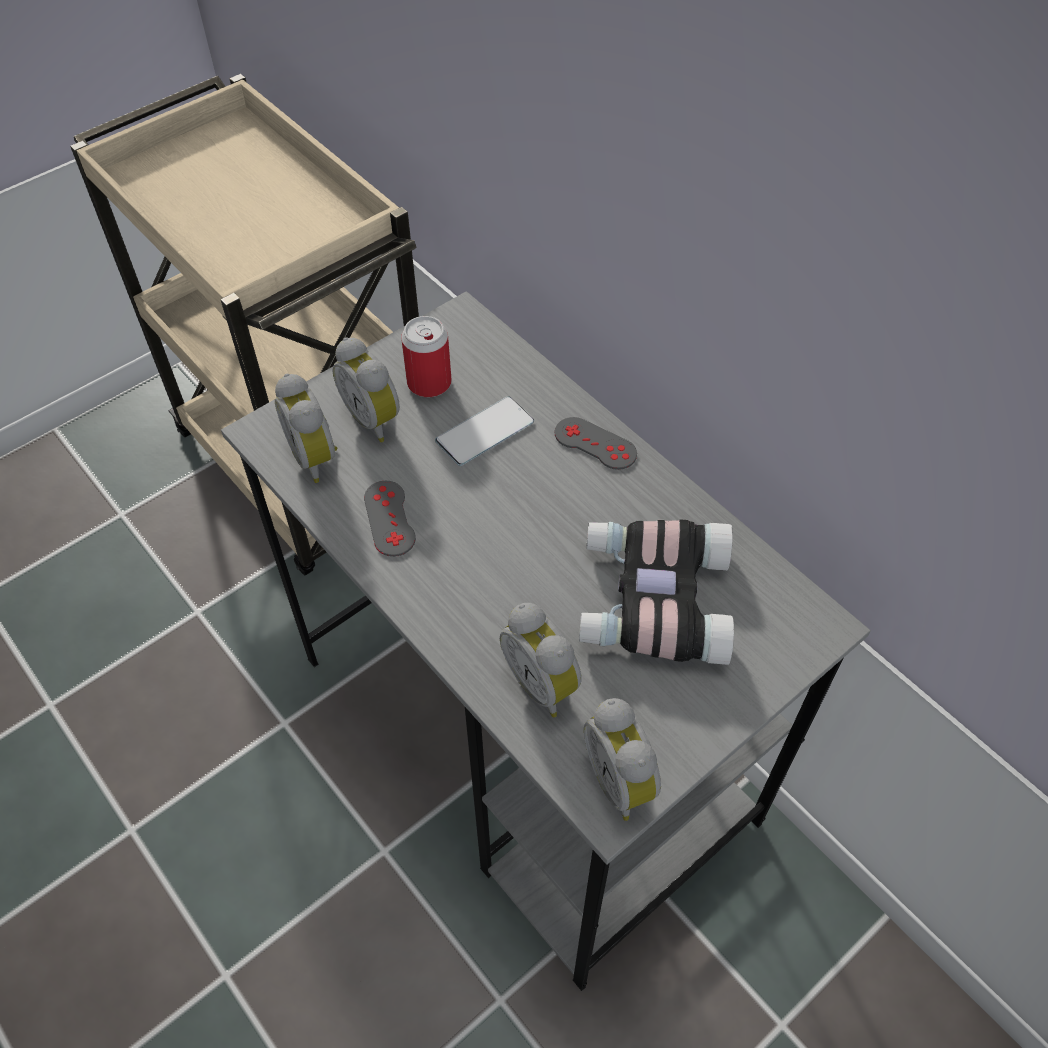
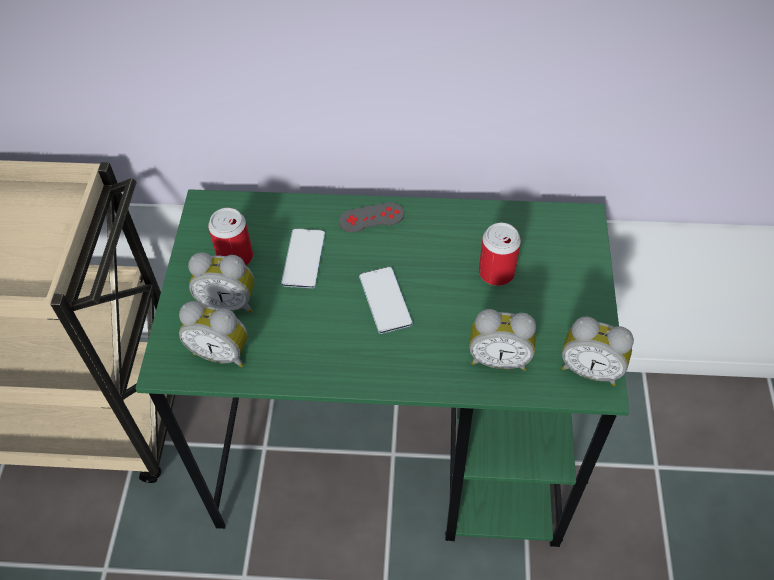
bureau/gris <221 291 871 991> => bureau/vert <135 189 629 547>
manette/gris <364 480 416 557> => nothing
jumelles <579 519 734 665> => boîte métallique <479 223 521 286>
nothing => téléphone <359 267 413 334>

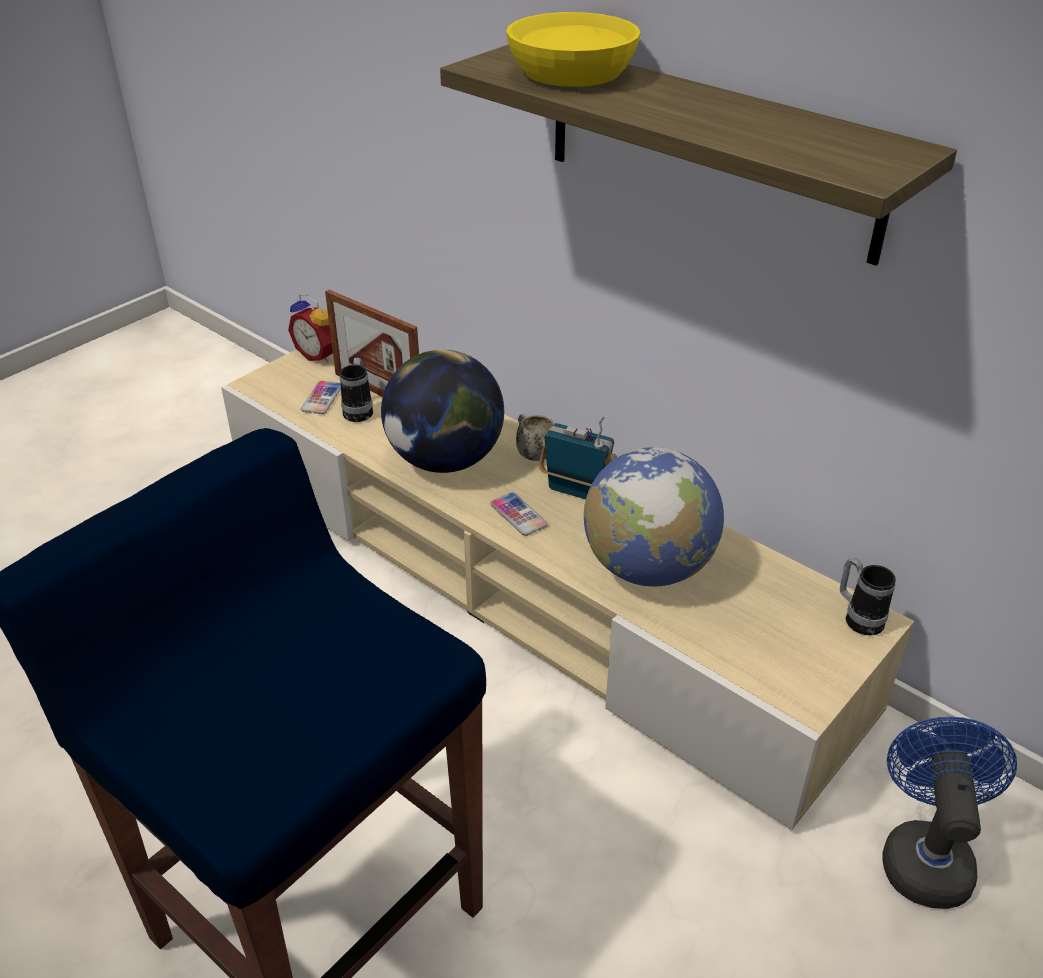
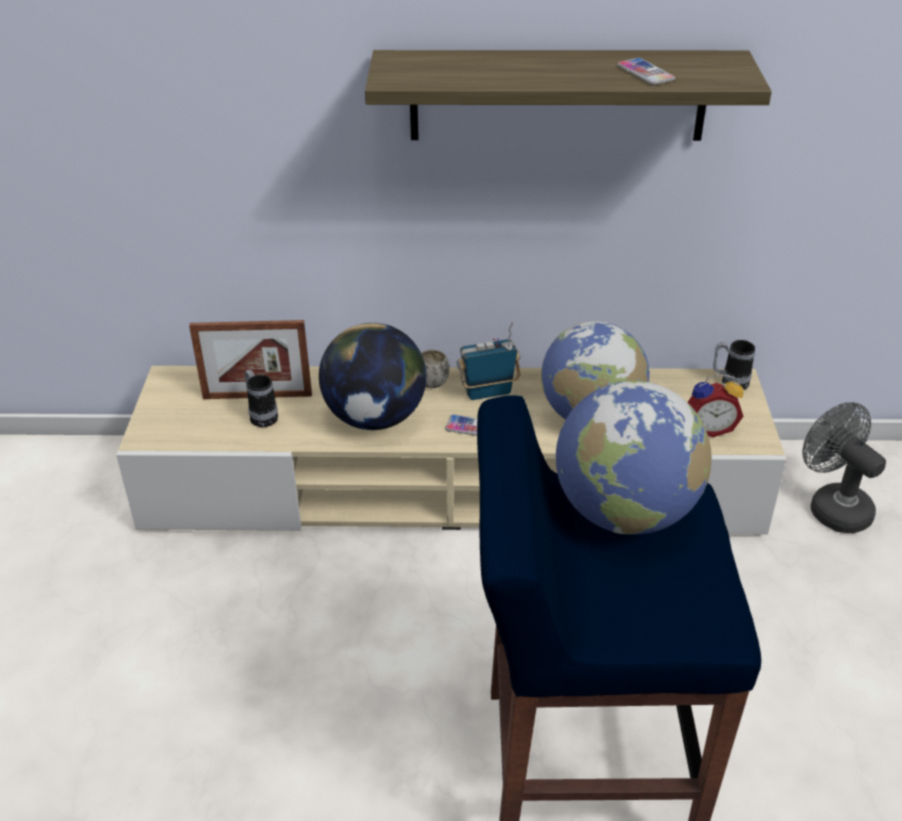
bol/jaune <506 12 641 87> => nothing
réveil <288 294 333 362> => réveil <687 374 744 437>, shifted
téléphone <301 381 341 414> => téléphone <617 58 675 85>, shifted
ventilateur/bleu <882 717 1017 909> => ventilateur/gris <802 402 886 533>
nothing => globe <556 381 712 535>

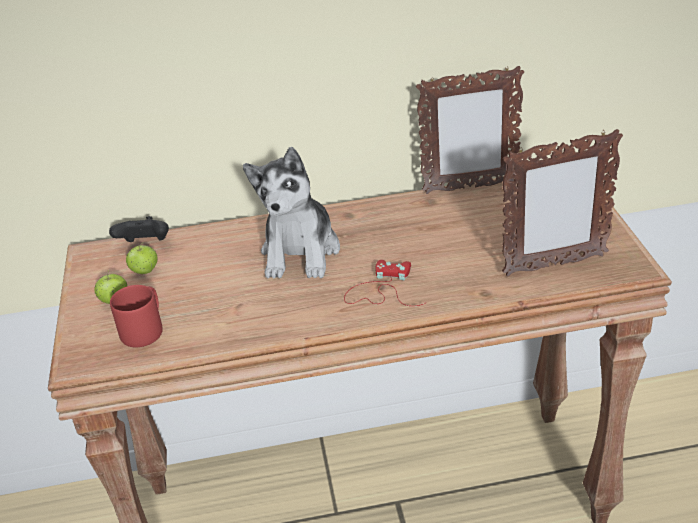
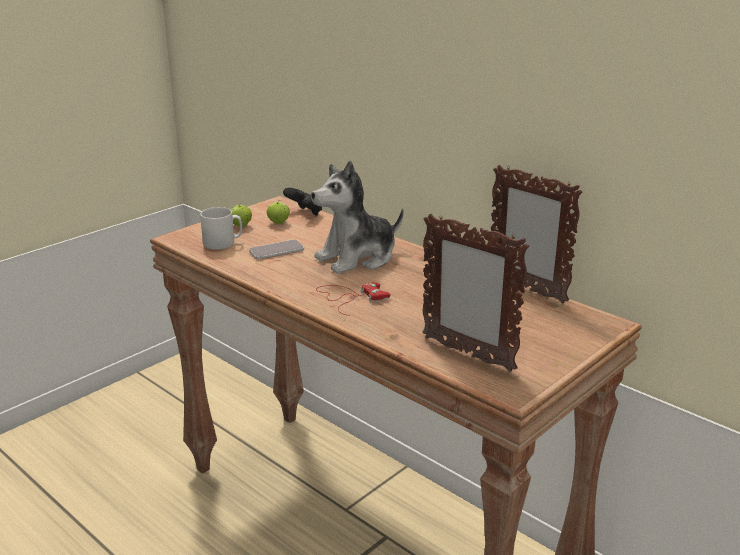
mug/rouge <110 285 163 347> => mug/gris <200 207 242 250>
nothing => téléphone <249 240 304 259>

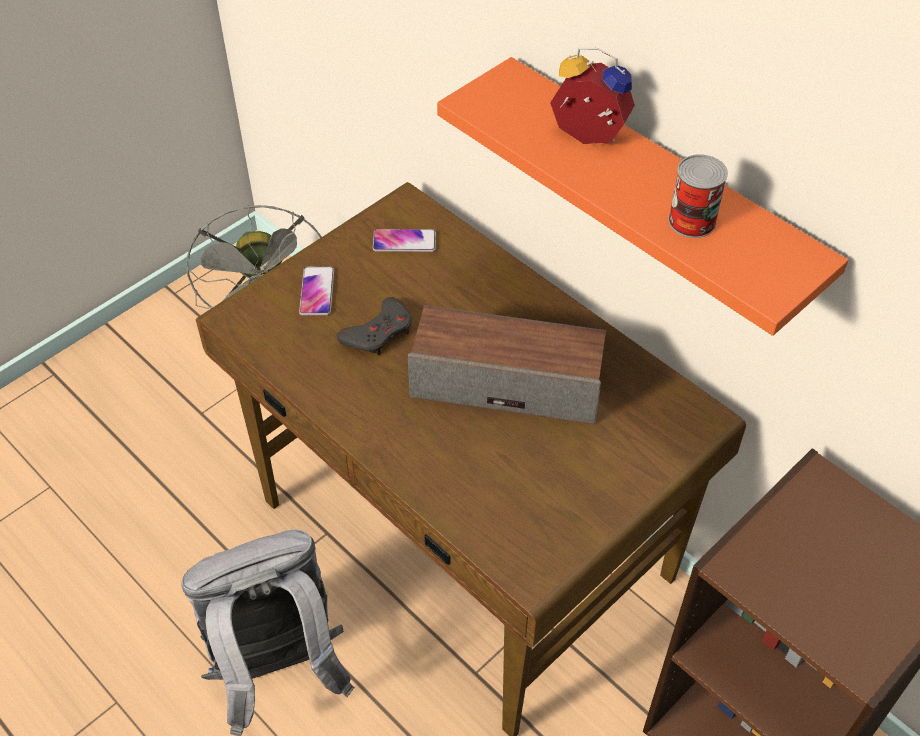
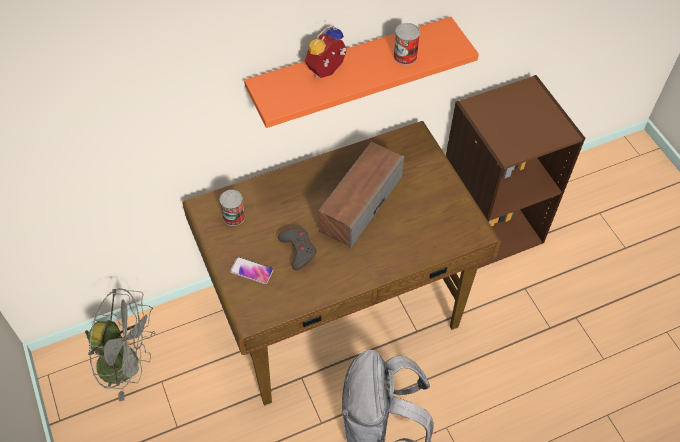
téléphone <373 229 436 252> => boîte métallique <220 190 245 226>

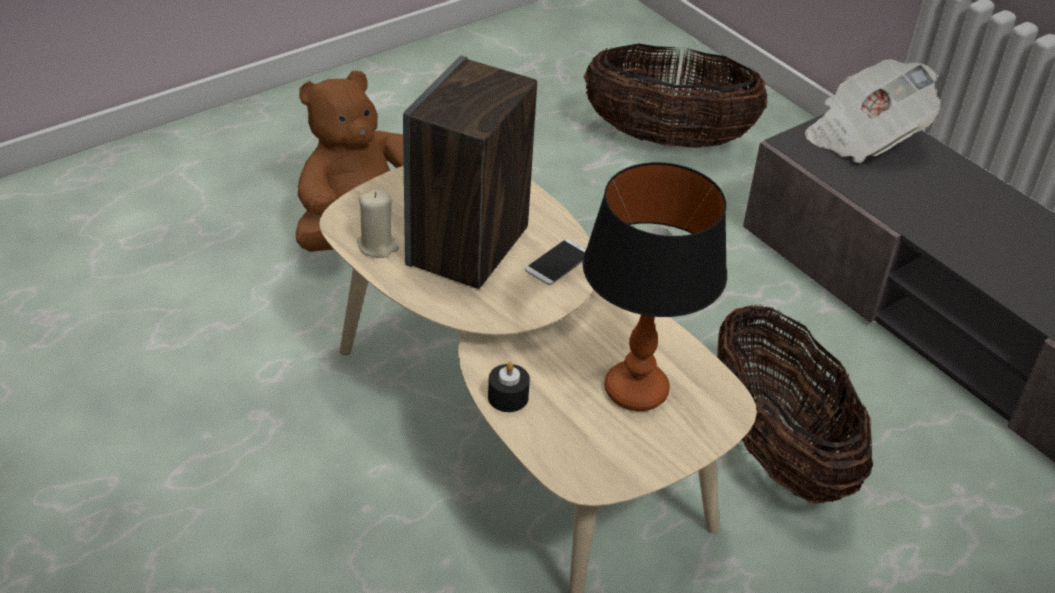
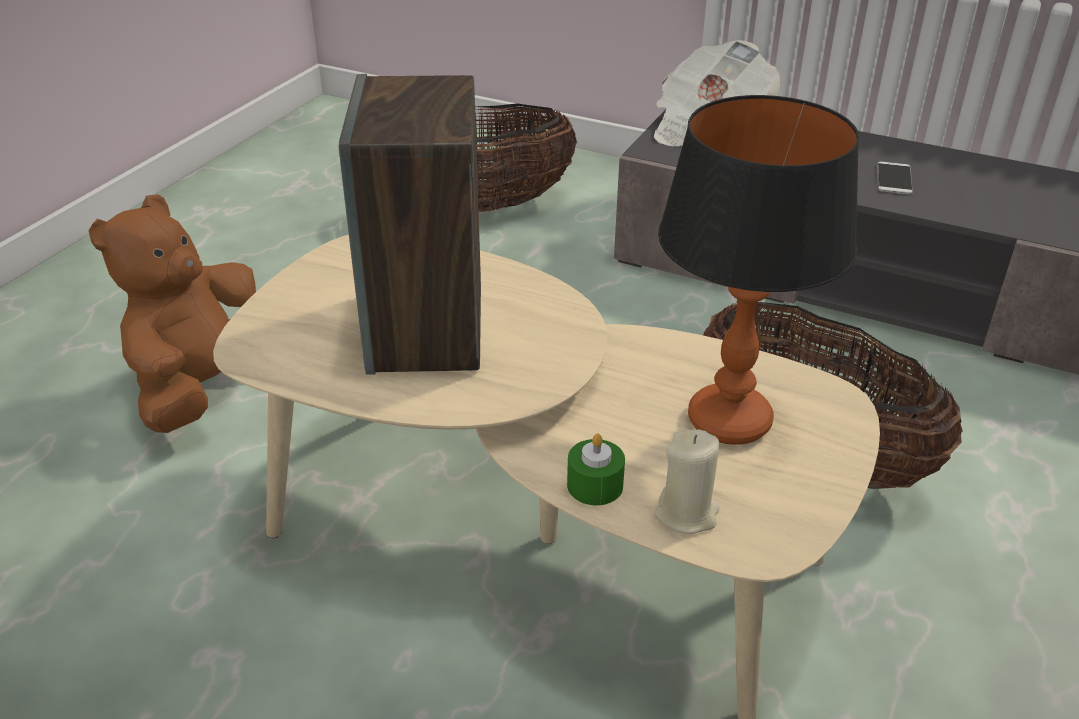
bougie/beige <357 189 399 258> => bougie/beige <655 430 720 534>, shifted
téléphone <525 239 586 285> => téléphone <877 162 913 194>, shifted
bougie/noir <488 362 530 412> => bougie/vert <567 434 625 505>

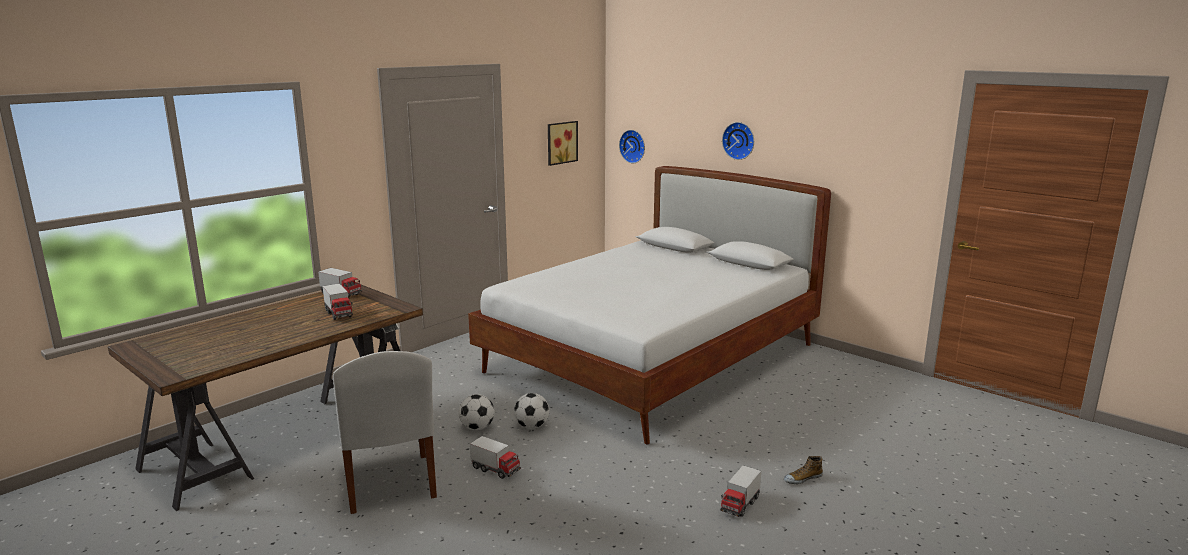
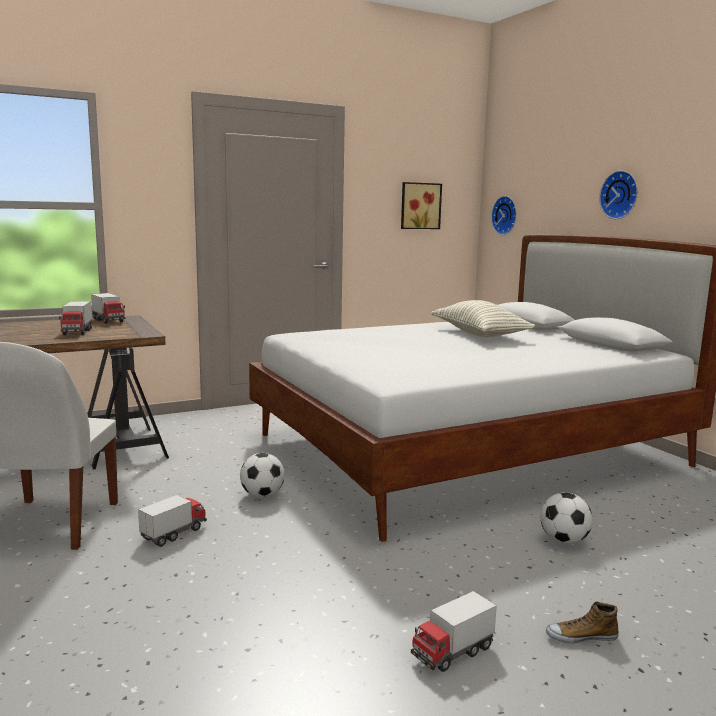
ballon de foot <459 394 495 430> => ballon de foot <540 492 593 544>, shifted
camion jouet <470 436 521 479> => camion jouet <138 495 207 547>, 105 degrees counterclockwise
nothing => coussin <431 300 535 337>

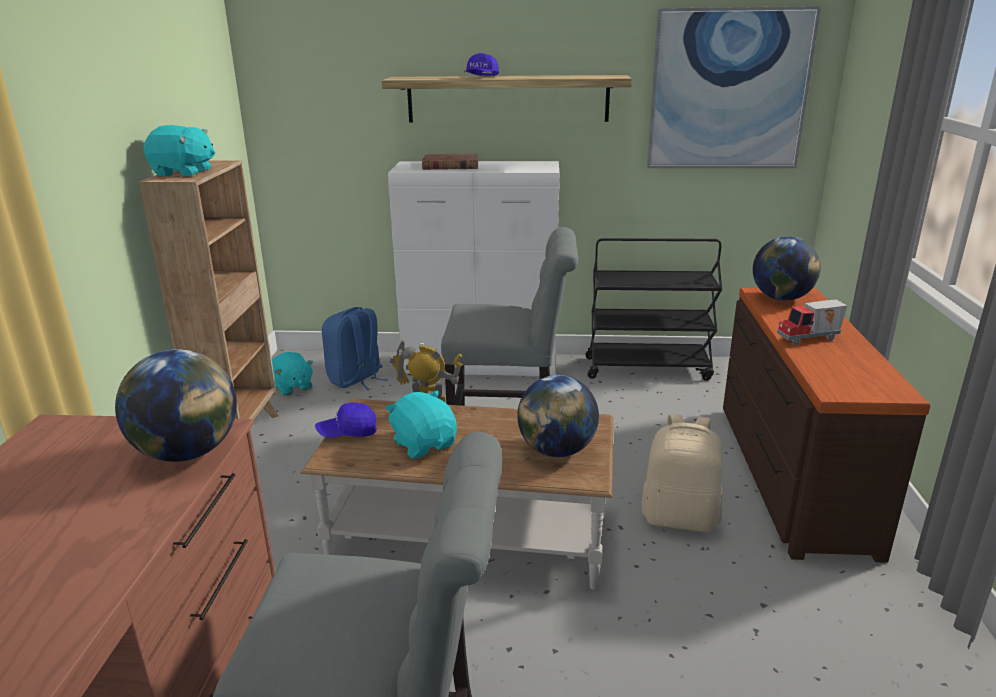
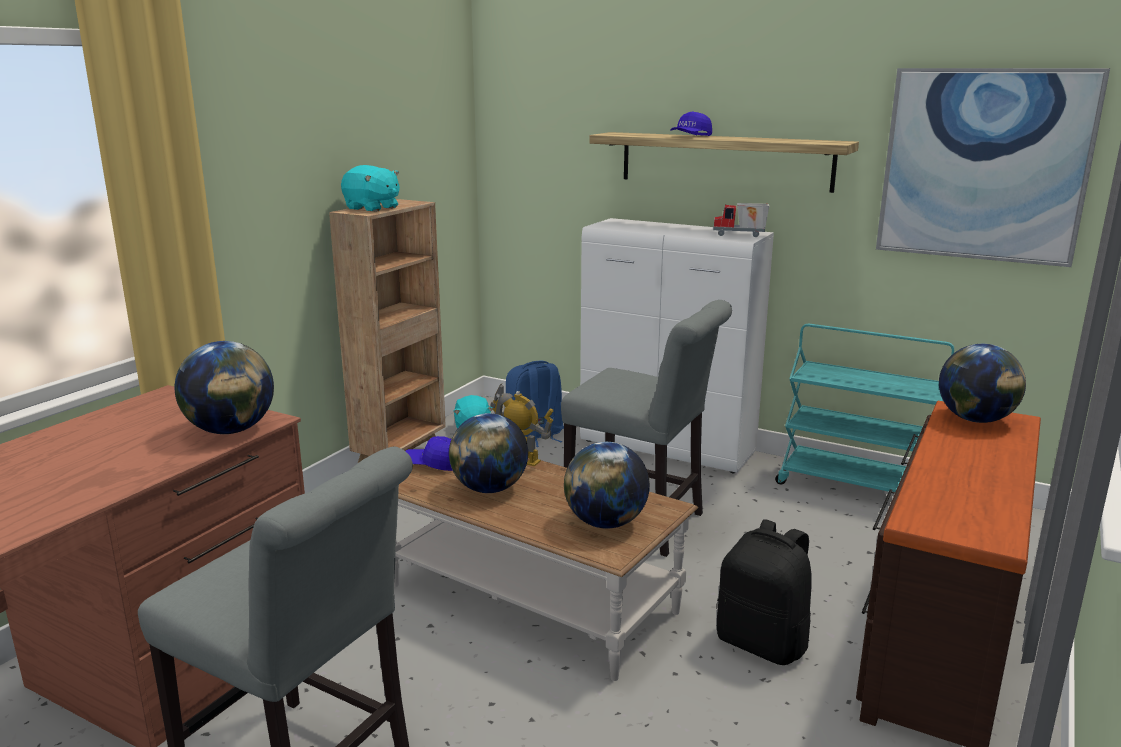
livre/marron <422 153 478 170> => nothing
chariot/noir <586 238 722 381> => chariot/turquoise <775 324 954 492>
camion jouet <777 299 848 345> => camion jouet <713 203 769 237>, shifted
peluche/turquoise <385 390 457 459> => globe <449 413 528 493>
sac à dos/beige <642 414 723 532> => sac à dos/noir <716 519 812 665>

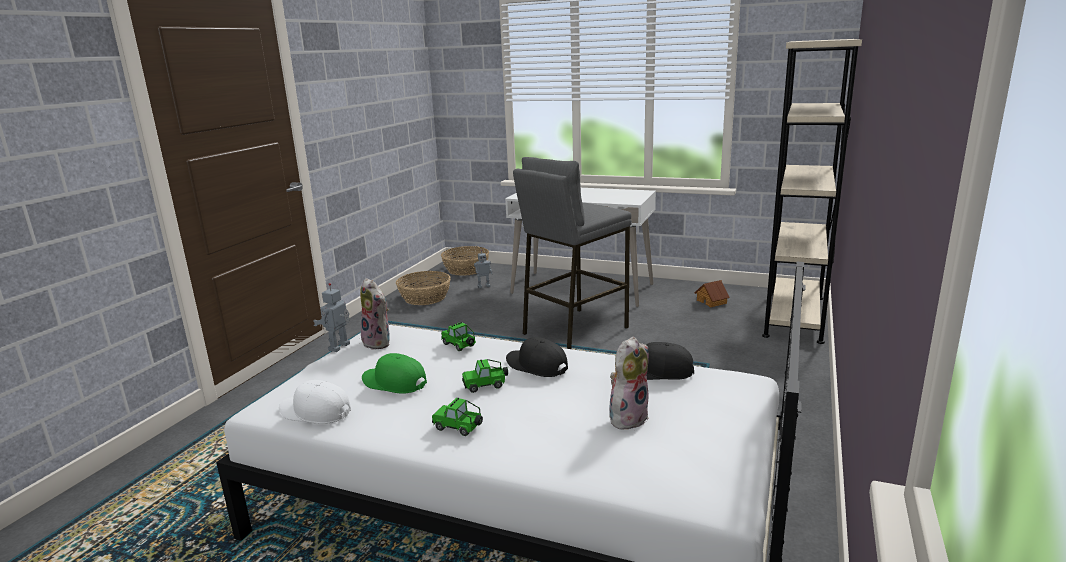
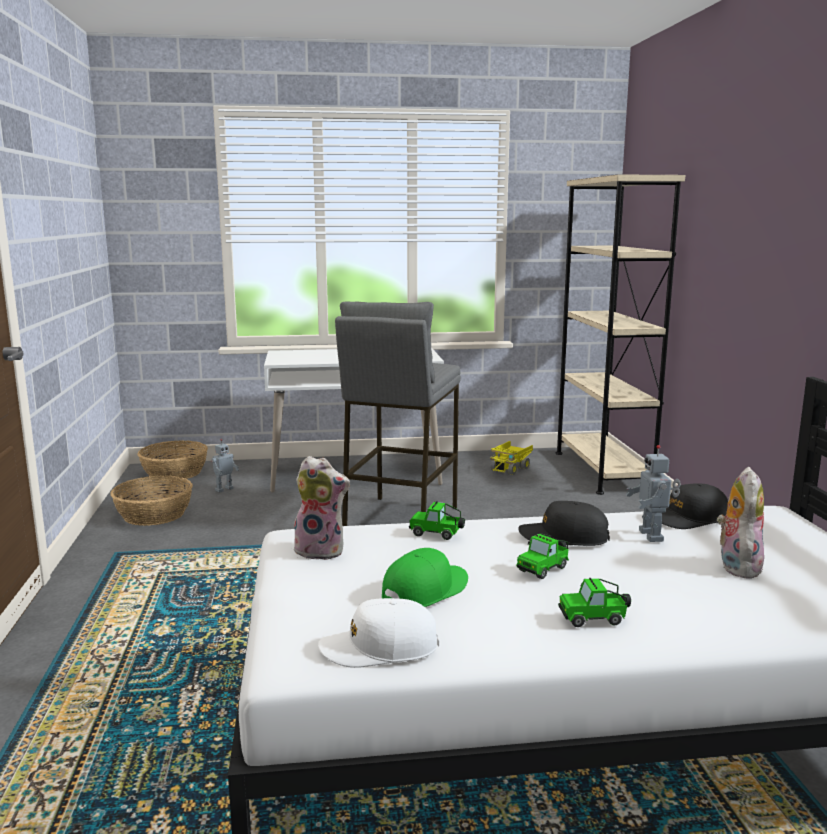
maison miniature <695 280 730 307> => camion jouet <490 441 533 475>
robot jouet <313 283 350 352> => robot jouet <626 445 681 542>, shifted
casquette/vert <362 353 427 394> => casquette/vert <382 548 468 607>, 135 degrees clockwise

